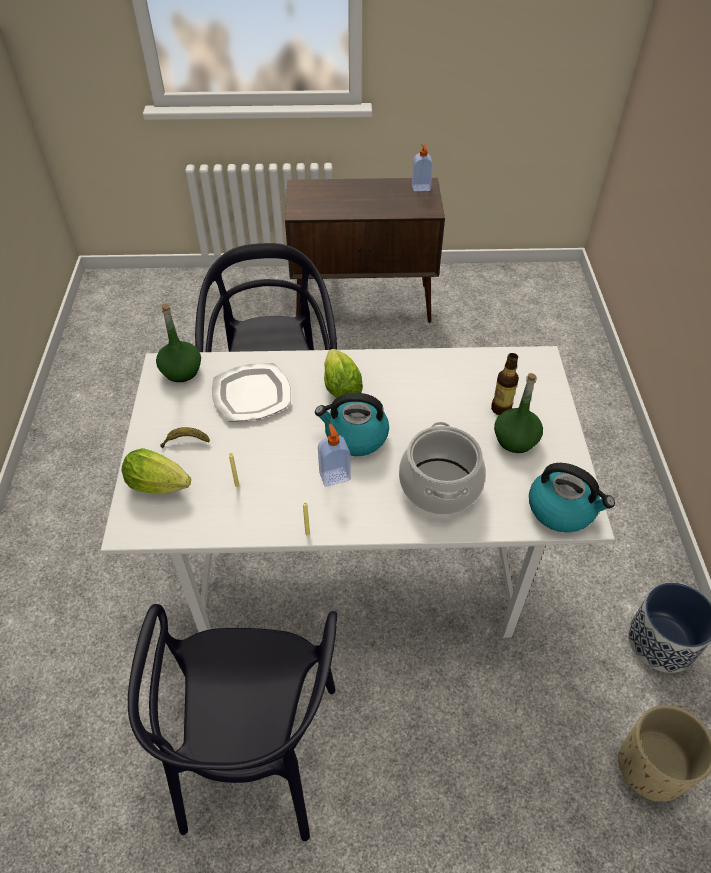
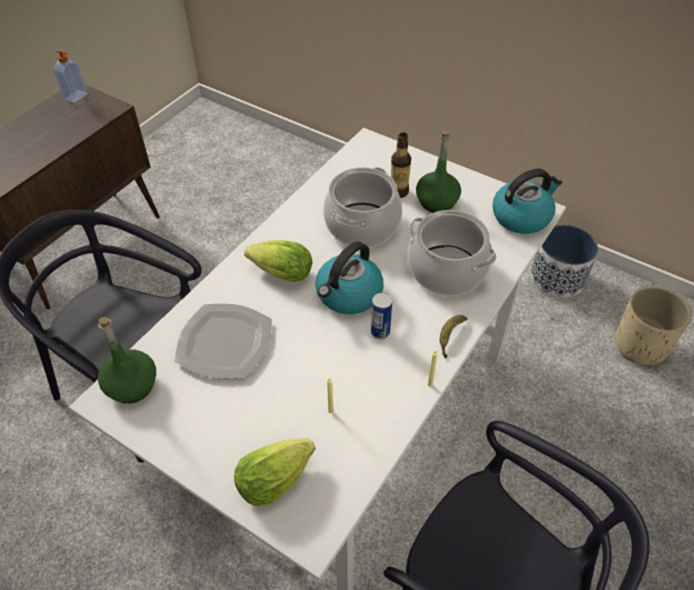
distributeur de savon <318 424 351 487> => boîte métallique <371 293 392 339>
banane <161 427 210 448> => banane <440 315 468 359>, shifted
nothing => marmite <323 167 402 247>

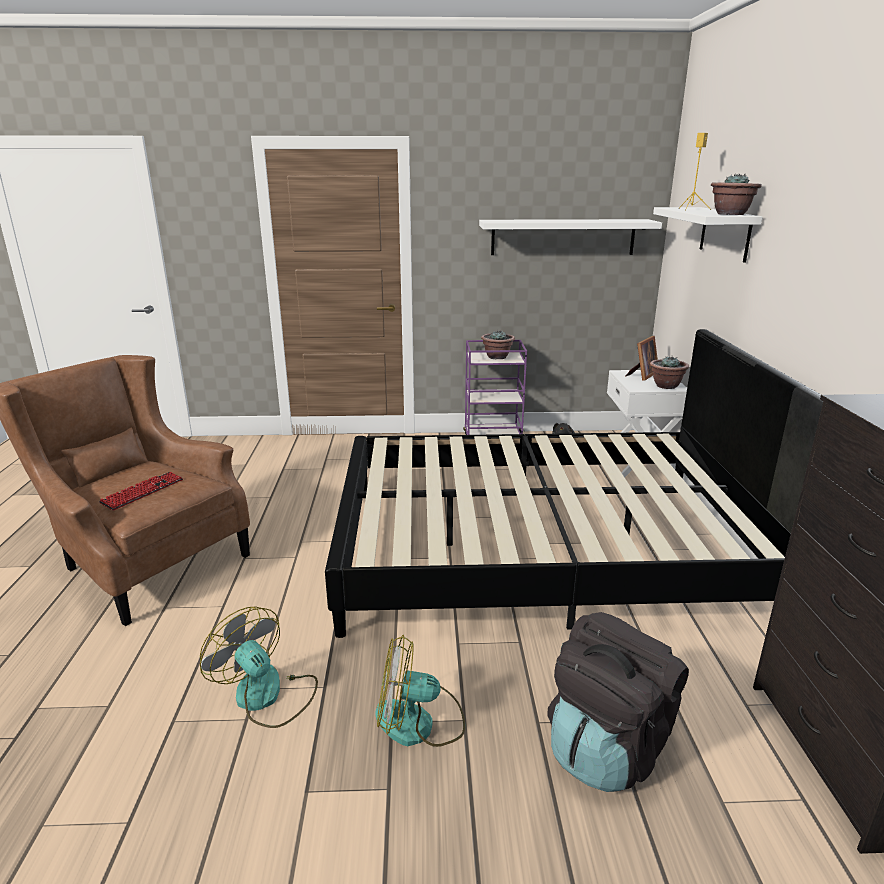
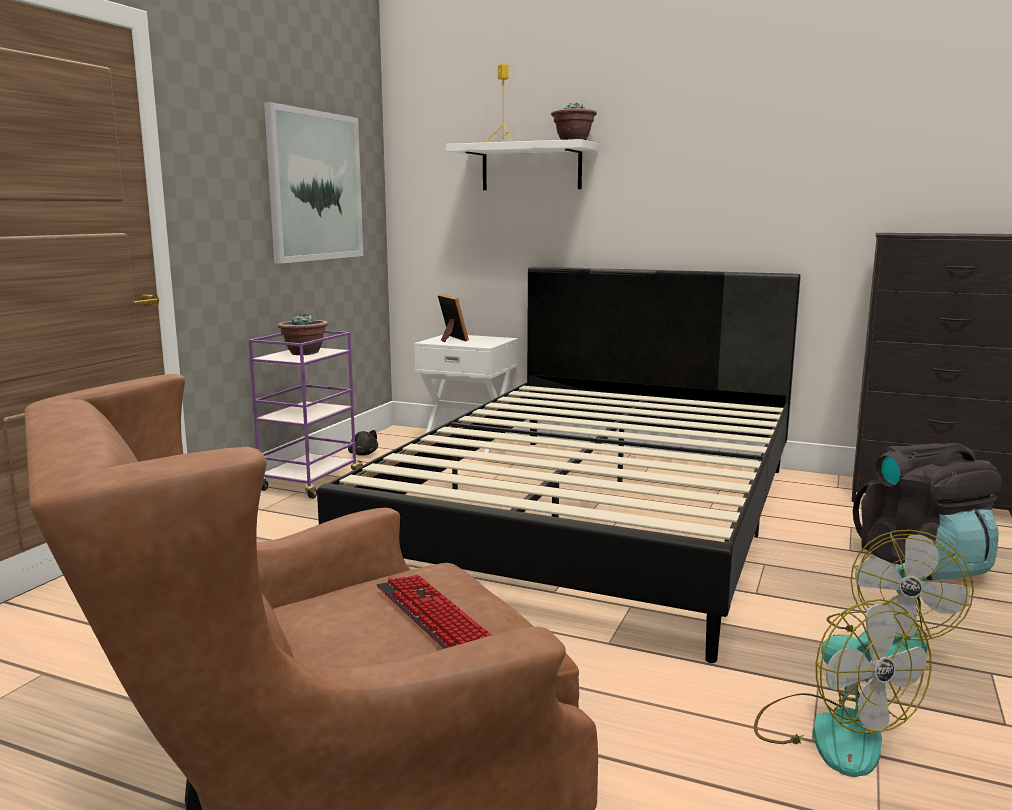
étagère/blanc <479 219 662 255> => tableau <264 102 363 264>
plante en pot <650 355 689 389> => nothing
ventilateur <200 606 318 728> => ventilateur <754 599 931 777>, 90 degrees counterclockwise

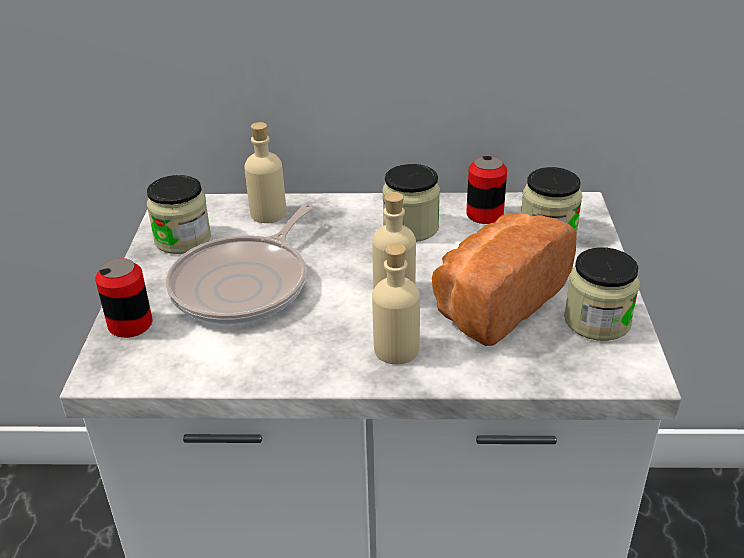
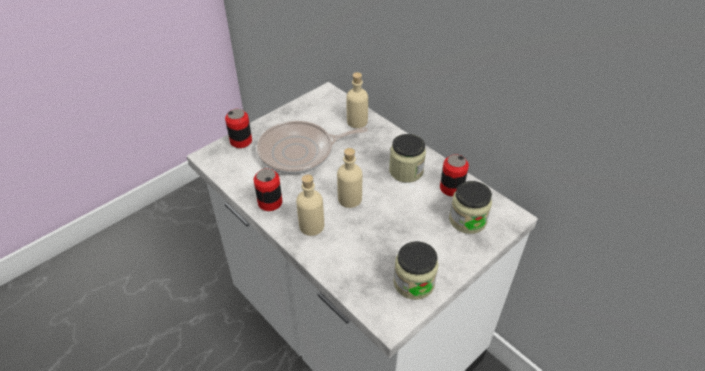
bocal <147 175 211 254> => nothing
pain <432 213 577 346> => nothing
nothing => boîte métallique <254 168 282 211>

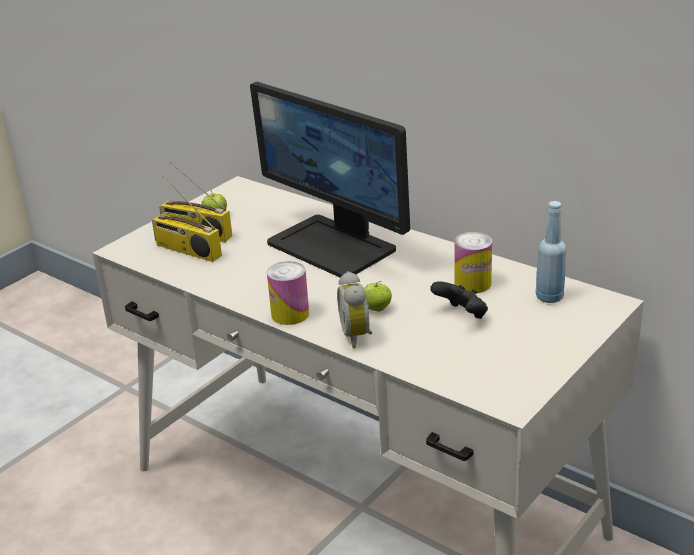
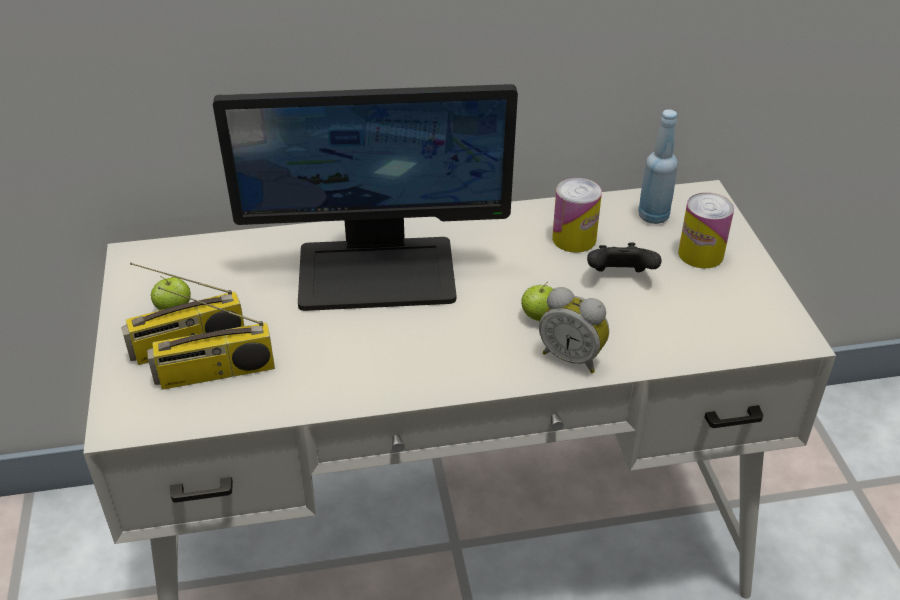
boîte métallique <267 261 309 325> => boîte métallique <678 192 734 268>, shifted

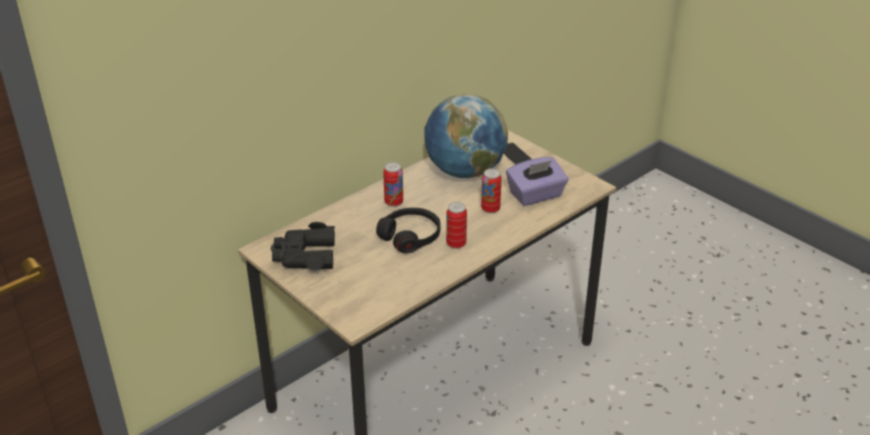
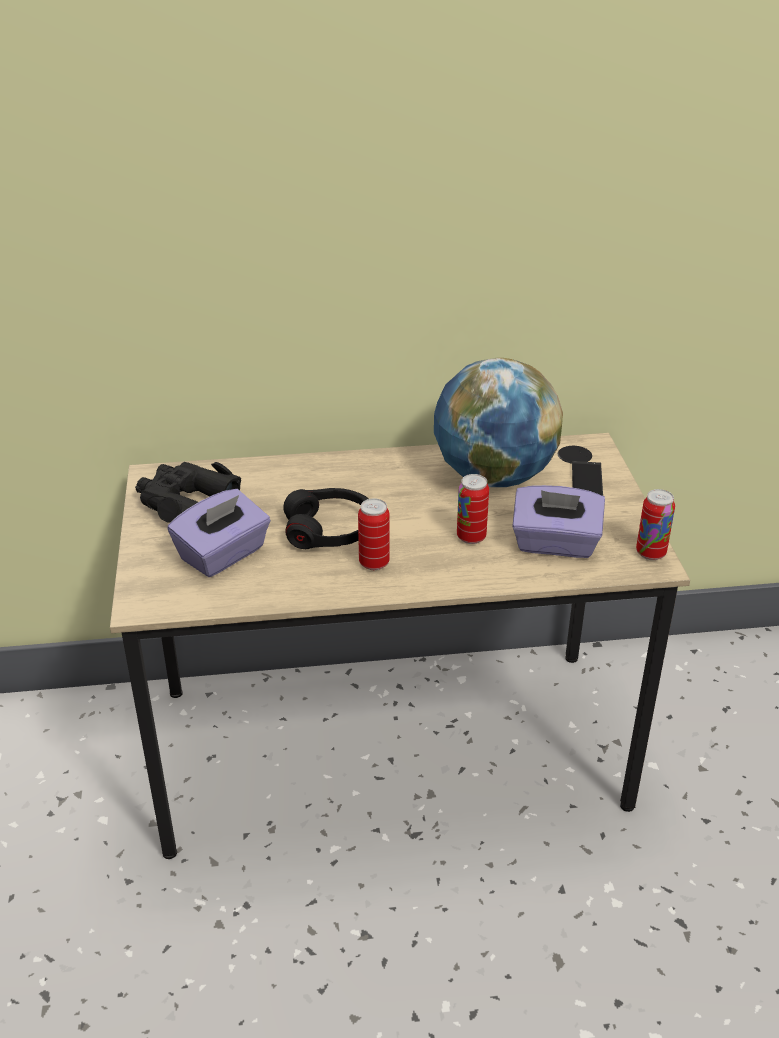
boîte métallique <383 162 403 207> => boîte métallique <636 489 675 560>, shifted
nothing => boîte à mouchoirs/violet <168 489 271 577>

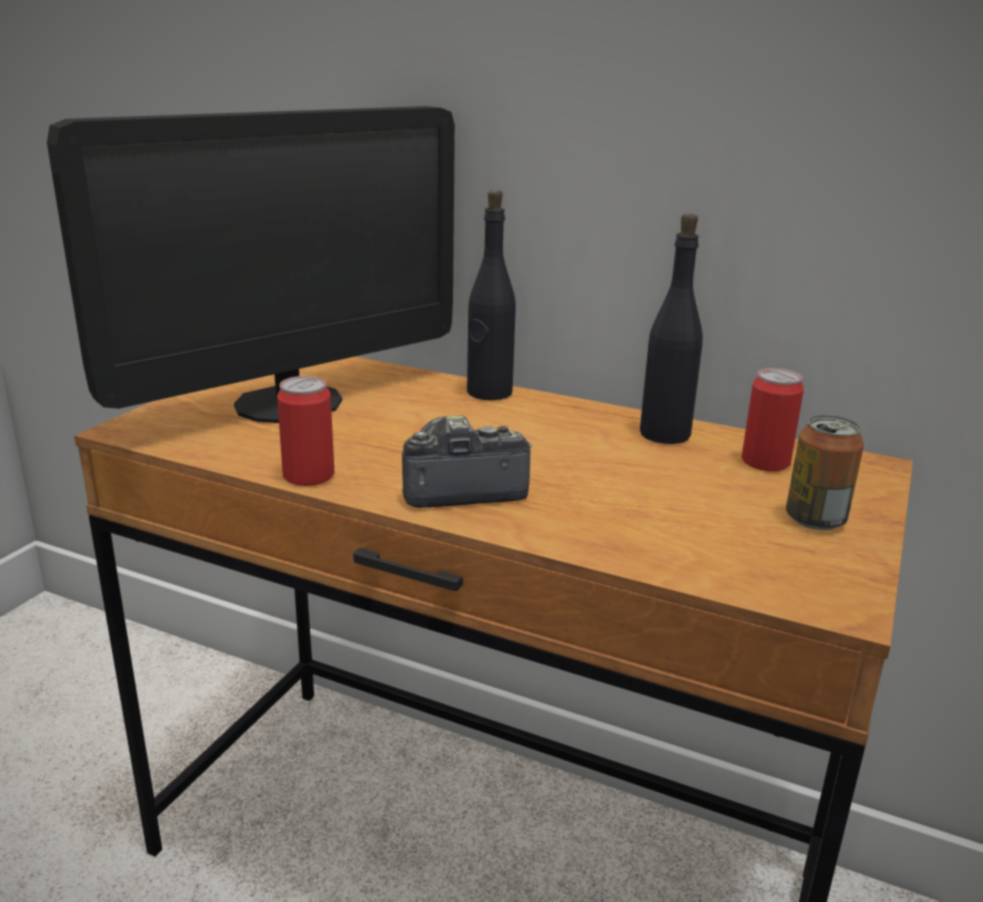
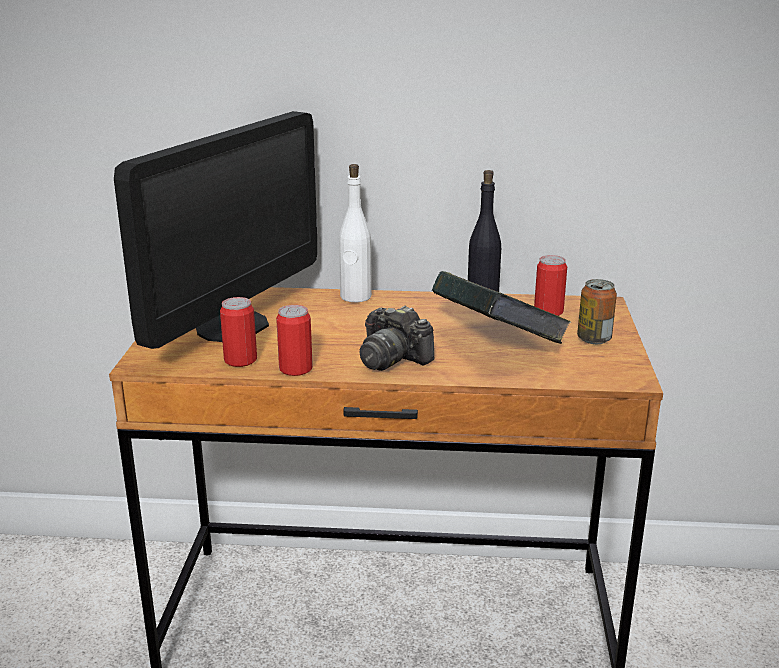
bouteille/noir <467 190 516 400> => bouteille/blanc <339 164 372 303>
appareil photo <402 415 532 508> => appareil photo <359 306 434 371>, 105 degrees counterclockwise
nothing => livre <432 271 571 344>
nothing => boîte métallique <220 297 257 367>

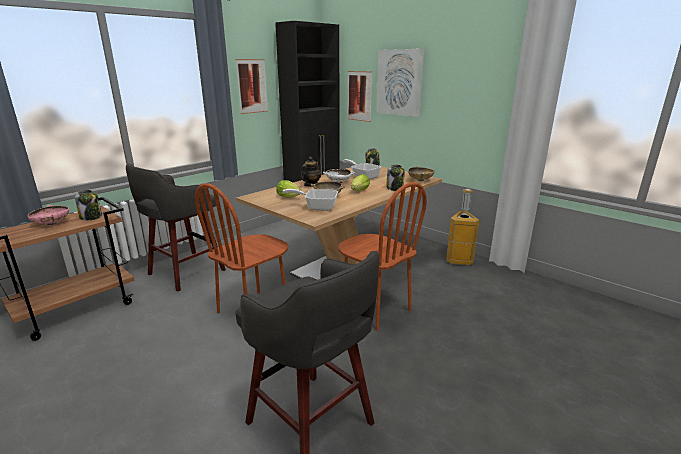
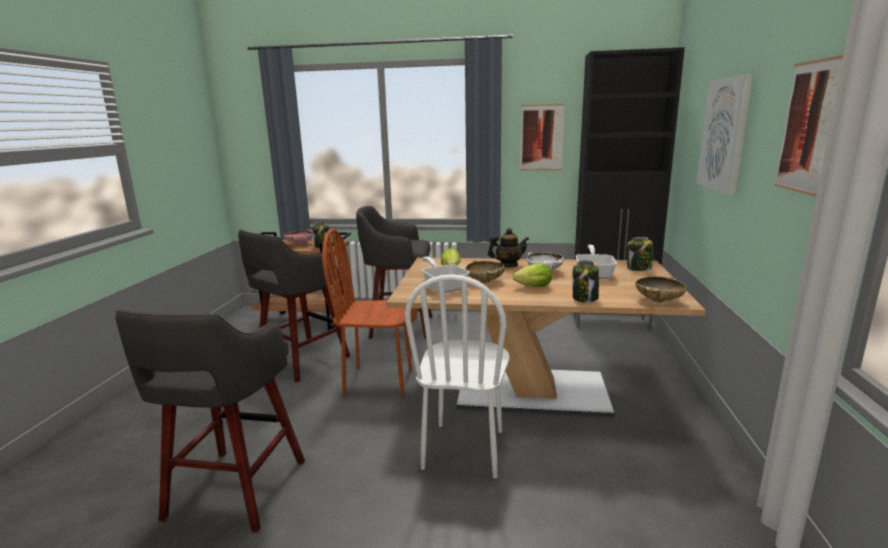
tableau <347 71 372 122> => tableau <774 55 843 196>, shifted
chaise/marron <338 182 427 331> => chaise/blanc <405 274 510 479>
poubelle <446 189 479 265> => nothing
nothing => tabouret/gris <238 230 350 382>

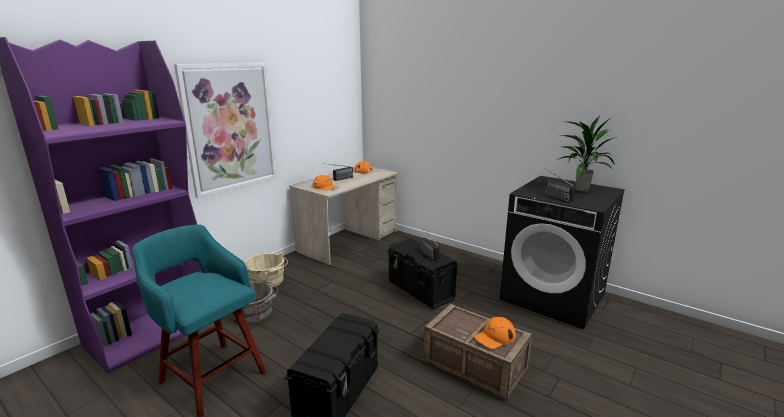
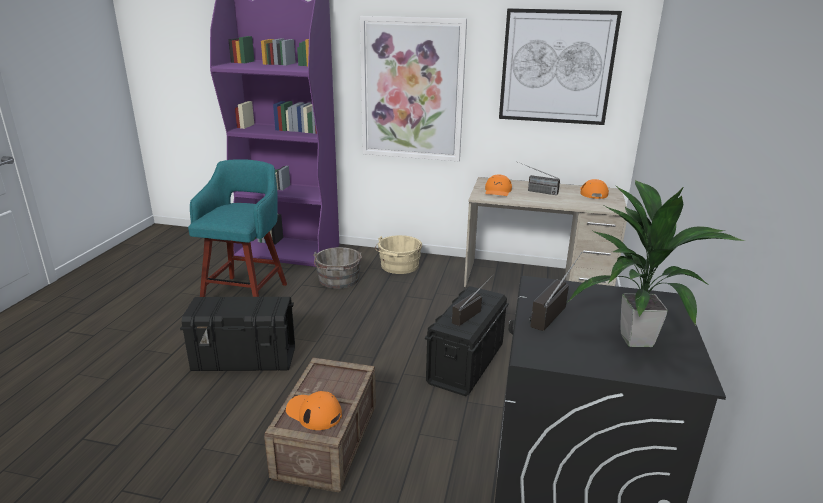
nothing => tableau <499 8 622 125>

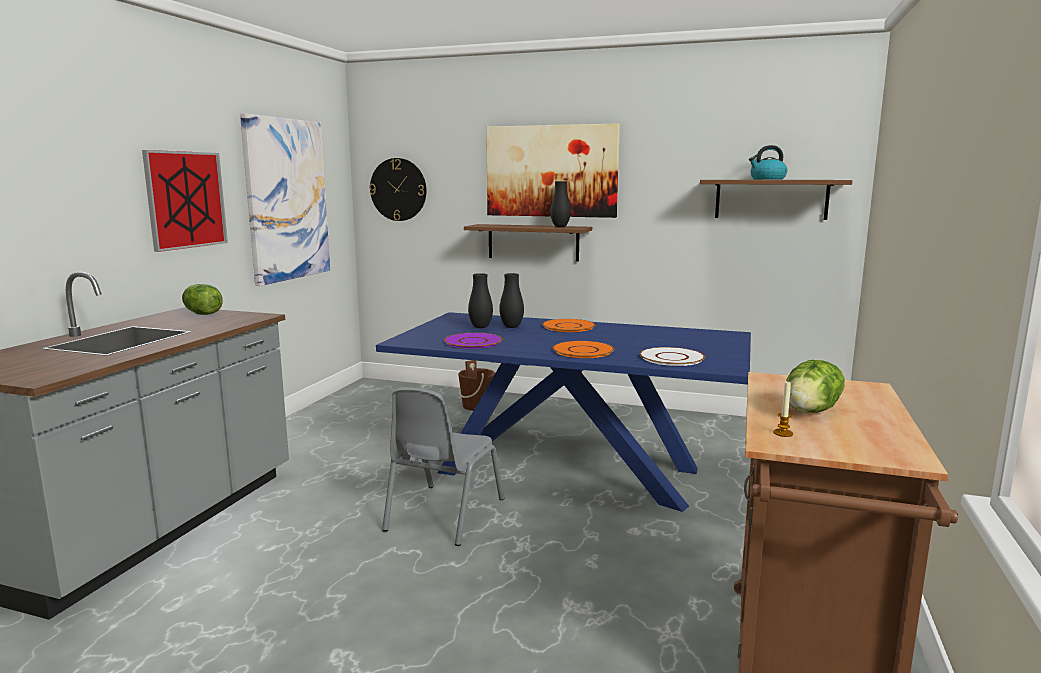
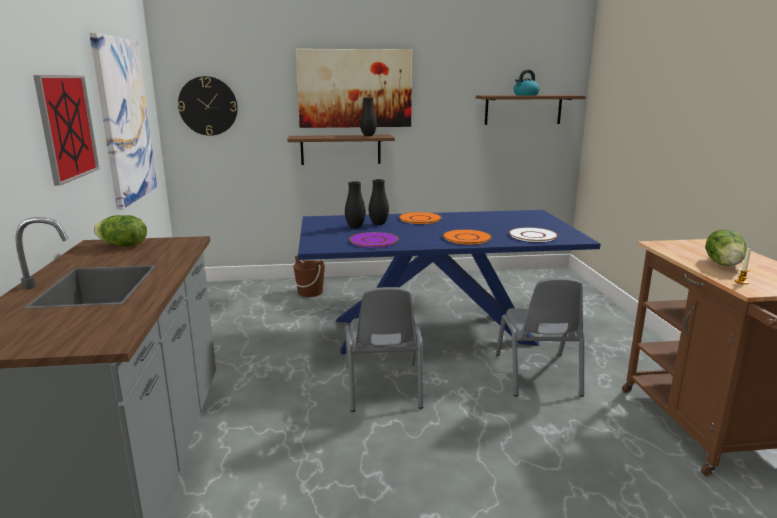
nothing => chaise/gris <496 278 584 397>

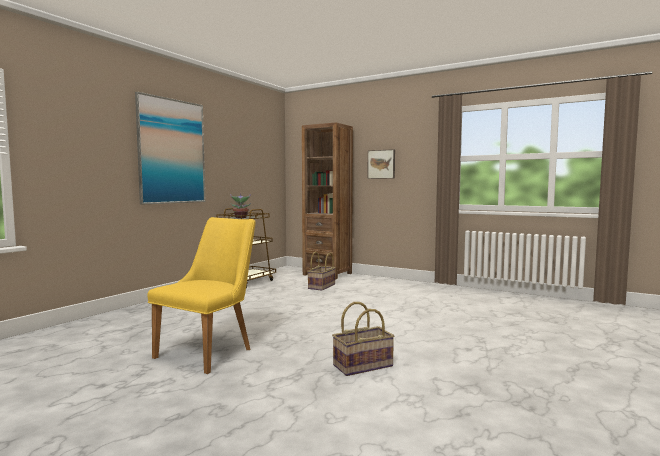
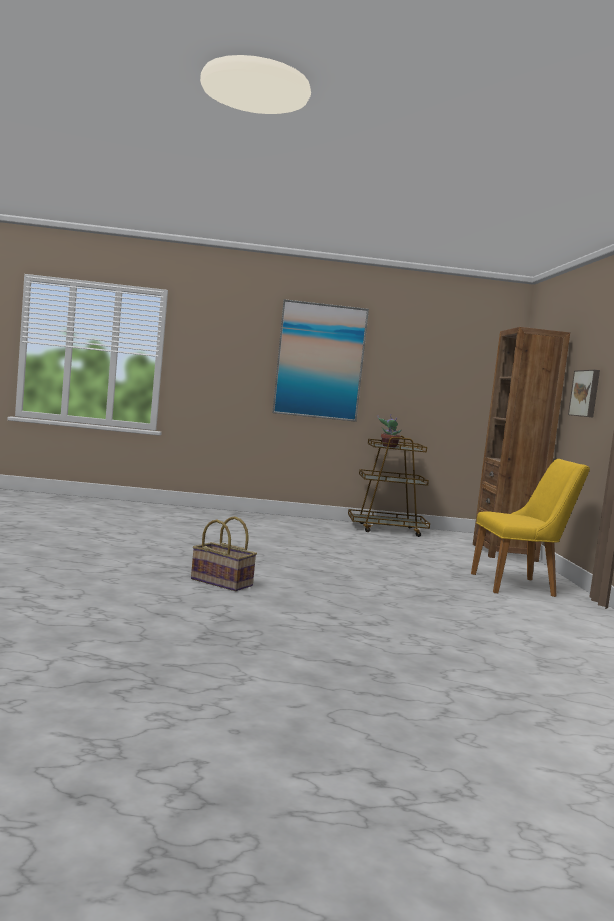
chaise/jaune <148 217 256 374> => chaise/jaune <471 459 590 597>, shifted
panier <307 251 336 291> => nothing

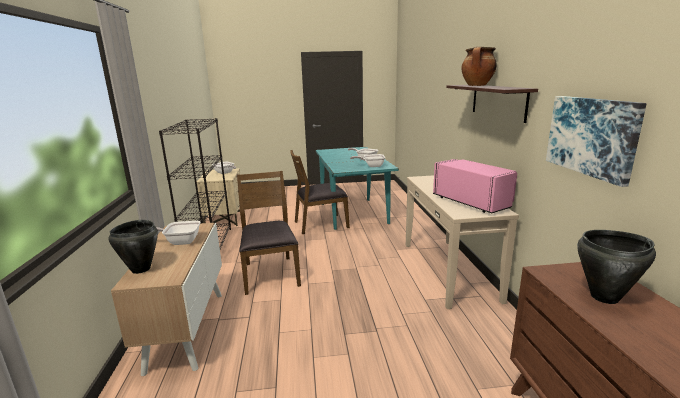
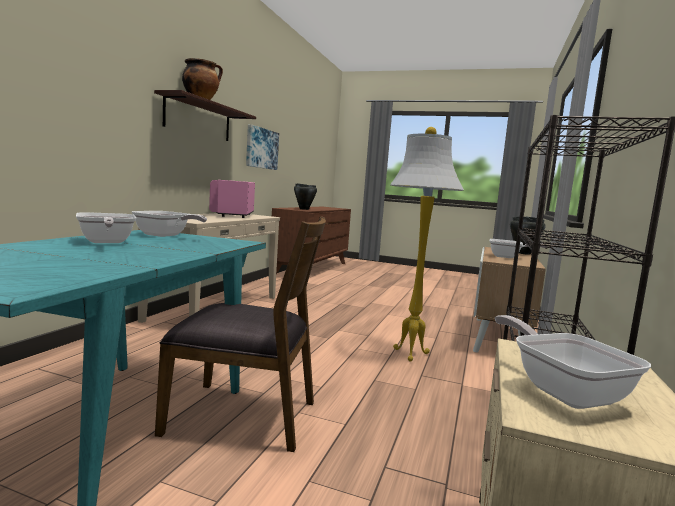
chaise/marron <237 171 301 295> => lampadaire/blanc <390 127 464 362>

